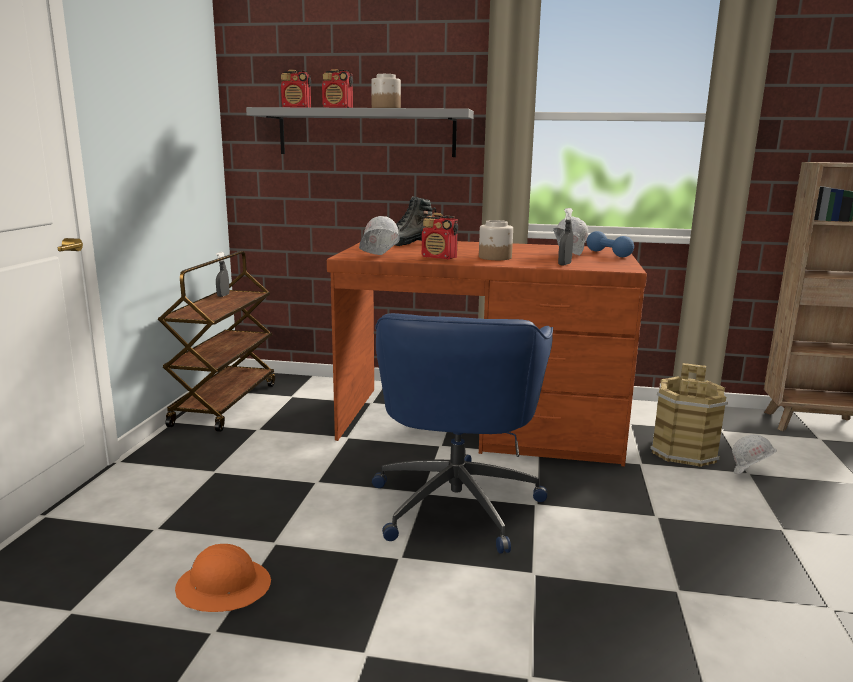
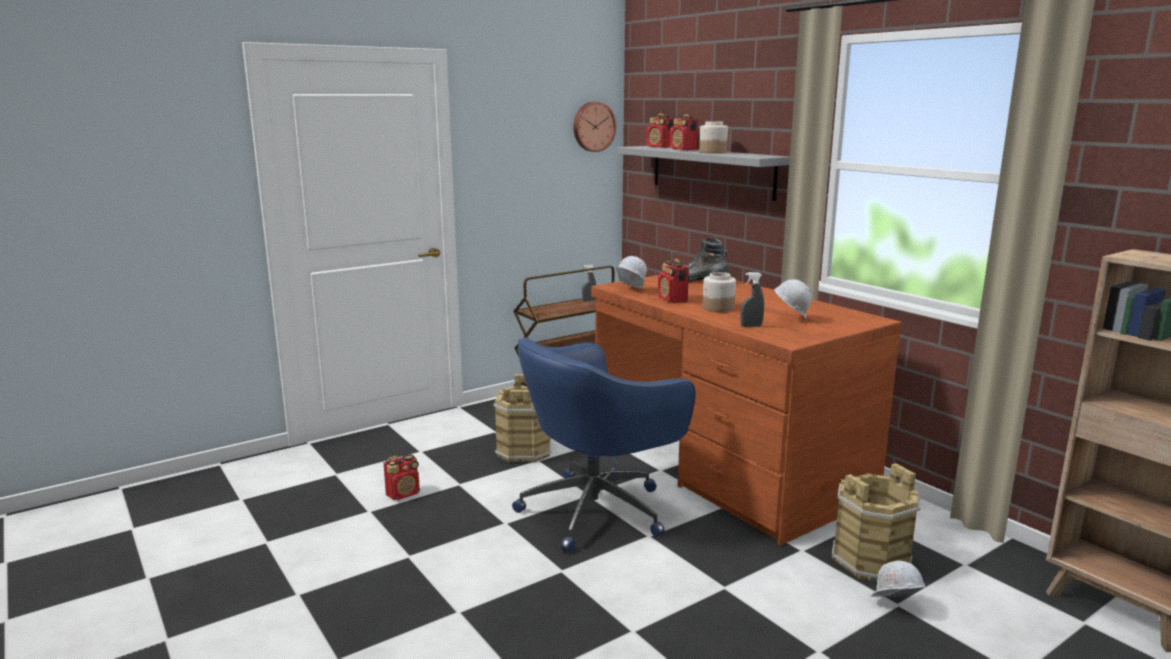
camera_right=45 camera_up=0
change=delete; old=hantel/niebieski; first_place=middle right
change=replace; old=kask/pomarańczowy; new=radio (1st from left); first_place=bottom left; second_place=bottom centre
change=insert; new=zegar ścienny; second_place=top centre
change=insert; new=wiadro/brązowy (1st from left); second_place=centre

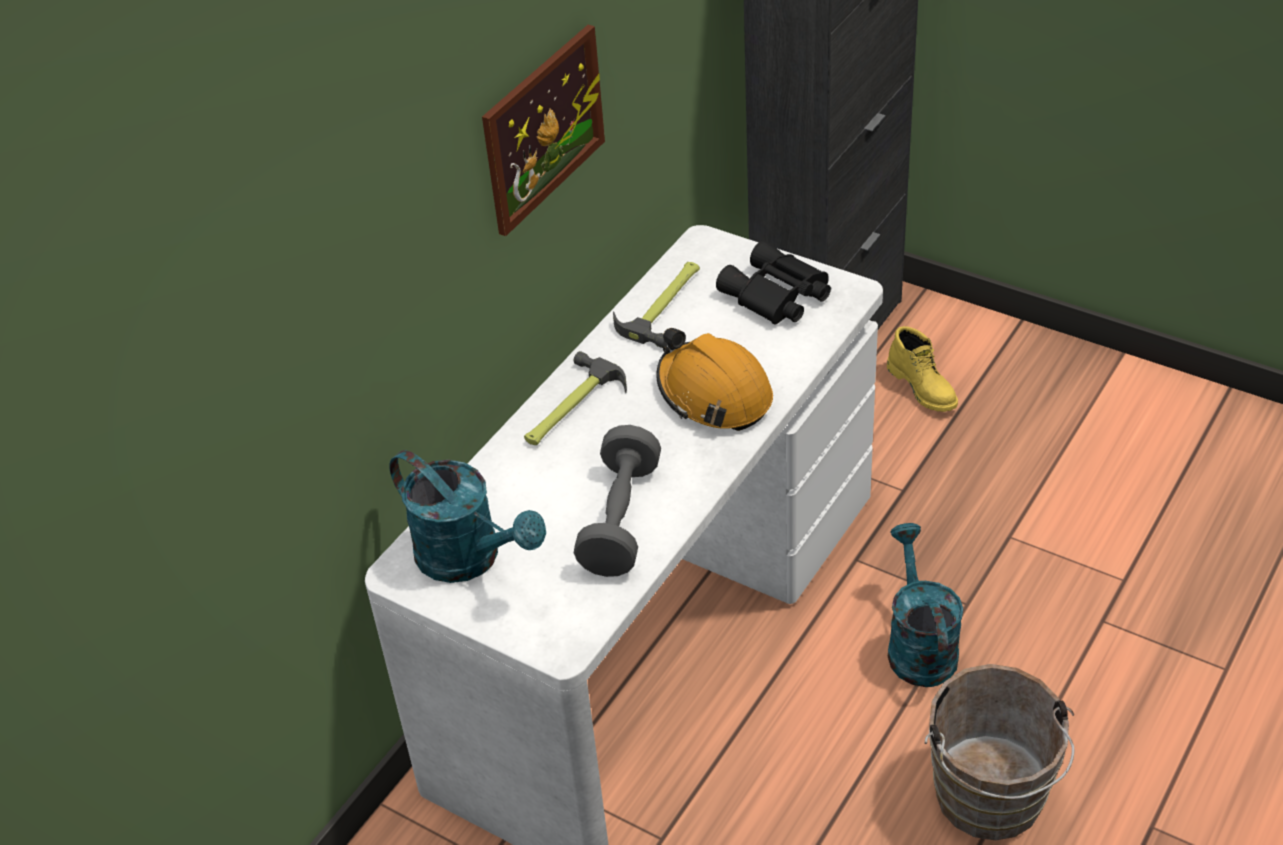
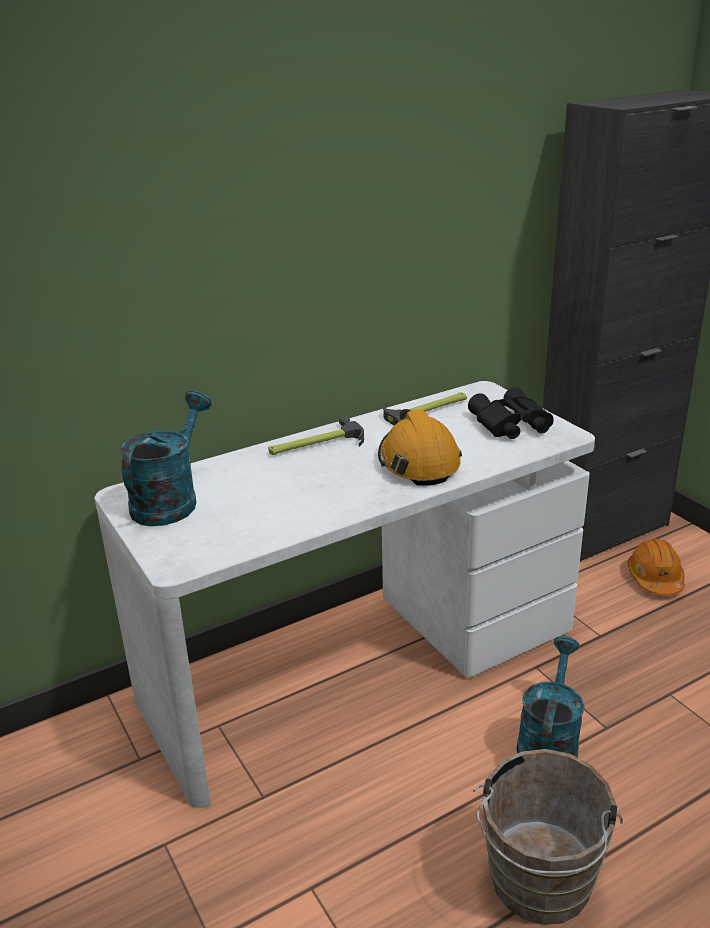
camera_right=25 camera_up=-15
change=delete; old=obraz; first_place=top centre
change=replace; old=but z cholewką/żółty; new=kask/pomarańczowy (2nd from left); first_place=middle right; second_place=middle right
change=delete; old=hantel/szary; first_place=centre
change=rotate; old=konewka/turkusowy (1st from left); first_place=centre; second_place=middle left; degrees=-135

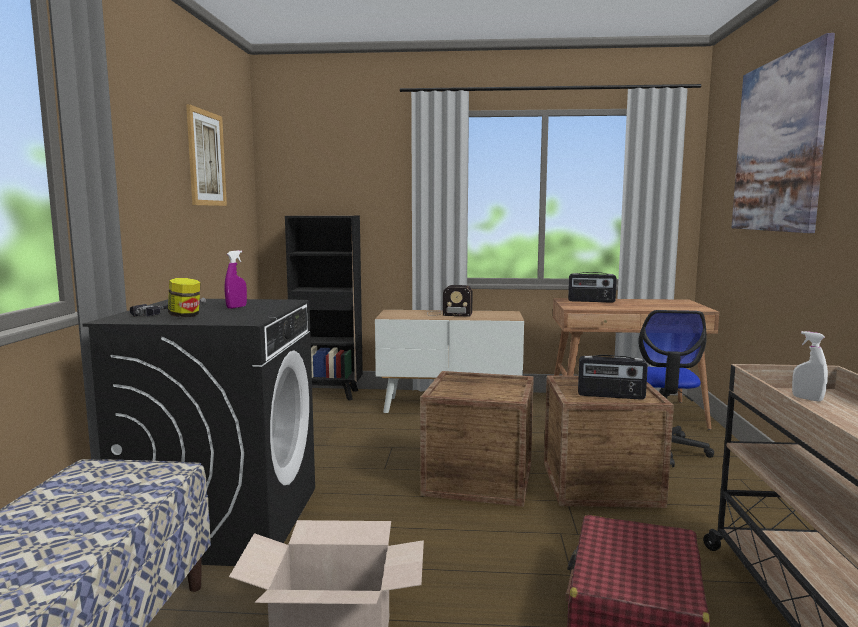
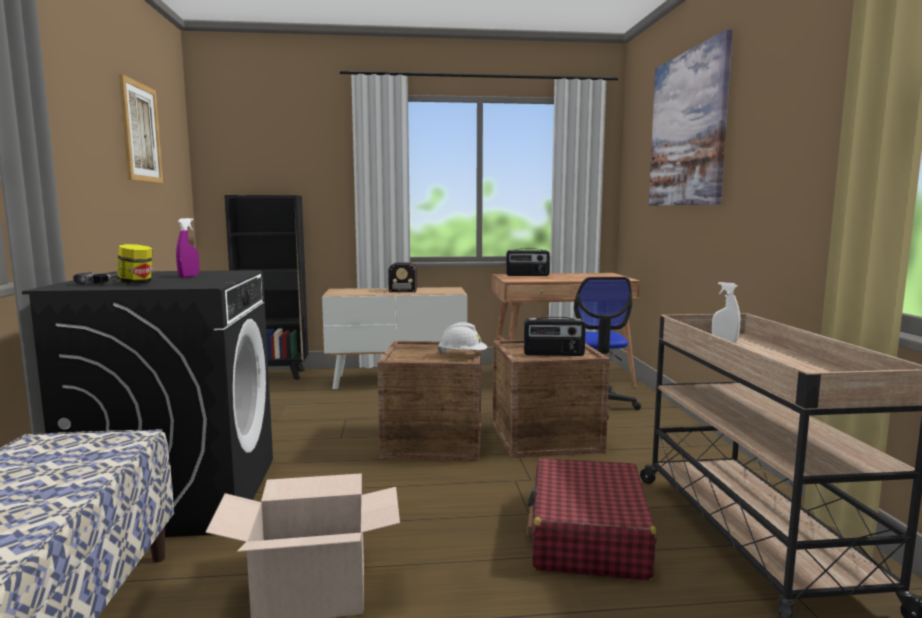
camera_right=-10 camera_up=0
change=insert; new=kask/biały; second_place=centre

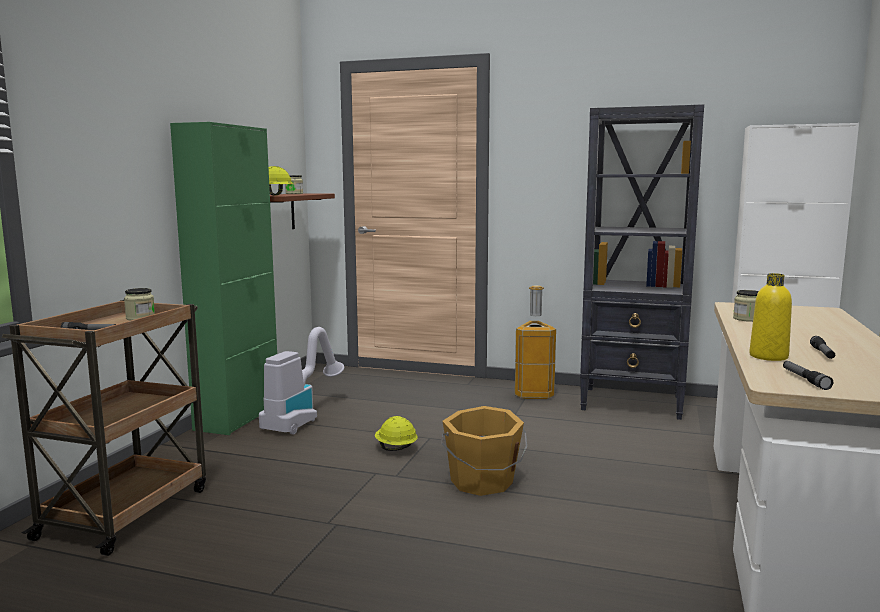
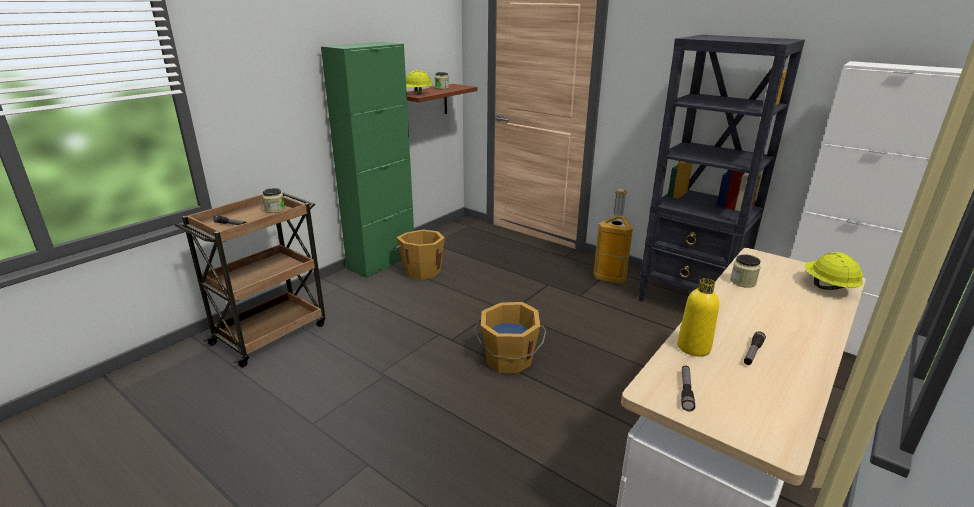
camera_right=20 camera_up=15
change=replace; old=odkurzacz; new=wiadro/pomarańczowy (1st from left); first_place=centre; second_place=centre
change=move; old=kask/żółty (2nd from left); first_place=bottom centre; second_place=middle right

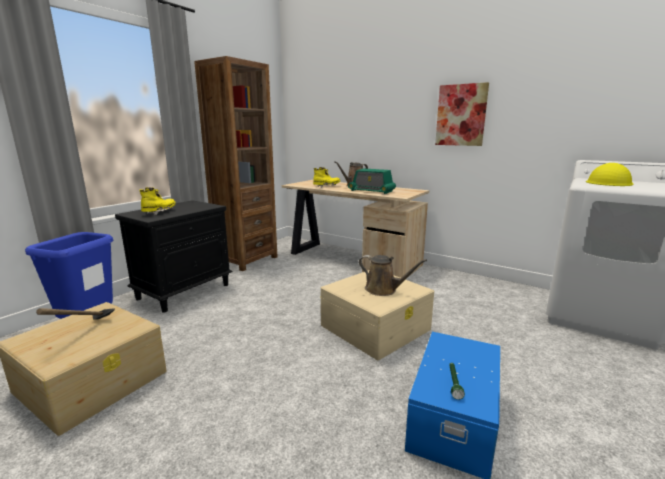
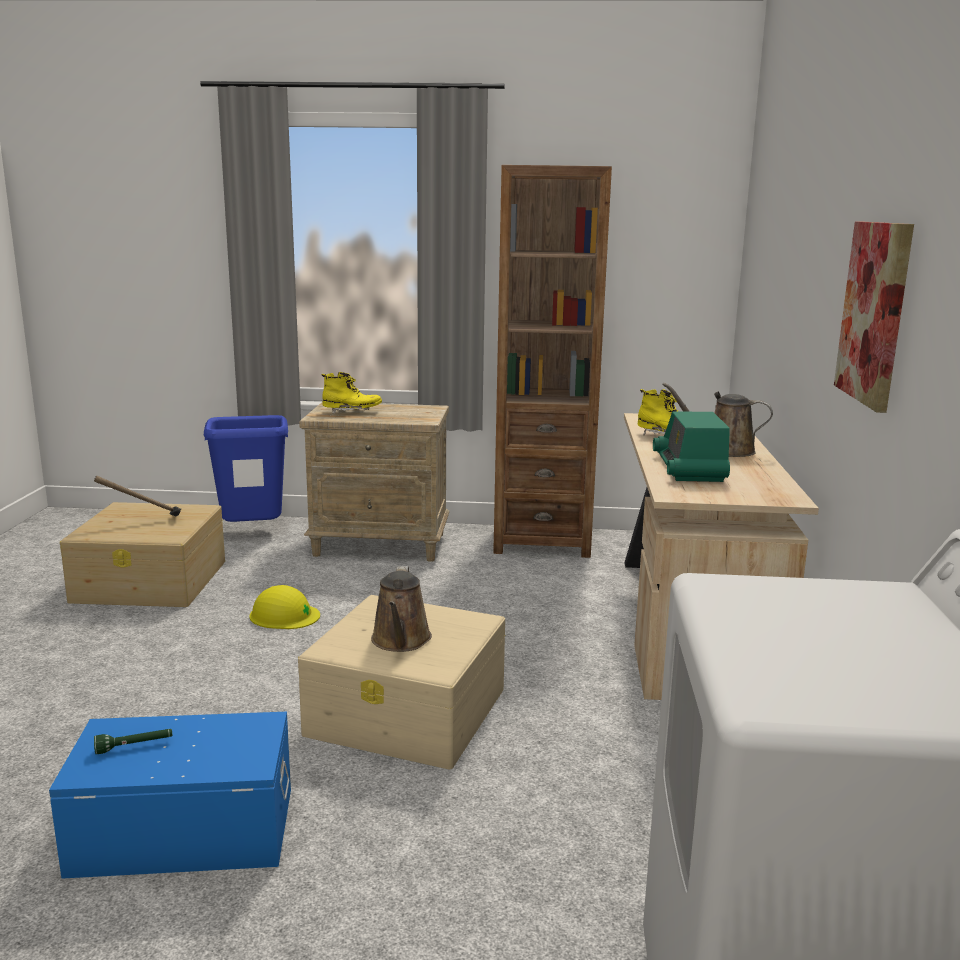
camera_right=60 camera_up=0
change=move; old=kask/żółty; first_place=middle right; second_place=middle left
change=recolor; old=szafka nocna/czarny; new=szafka nocna/beżowy; first_place=middle left; second_place=centre

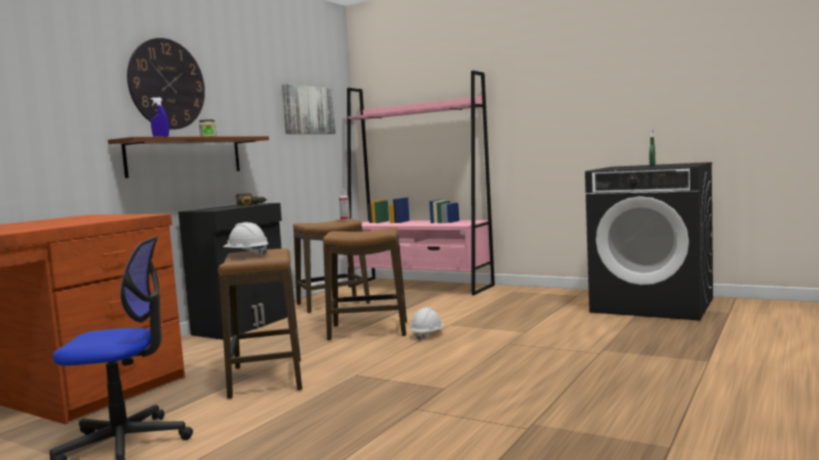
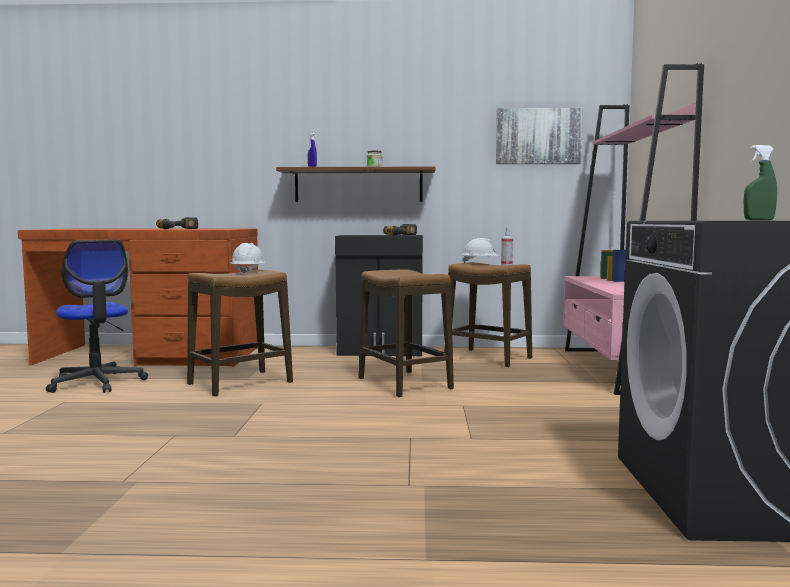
camera_right=60 camera_up=0
change=delete; old=zegar ścienny; first_place=top left
change=move; old=kask/biały (2nd from left); first_place=bottom centre; second_place=centre
change=insert; new=wiertarka (1st from left); second_place=middle left

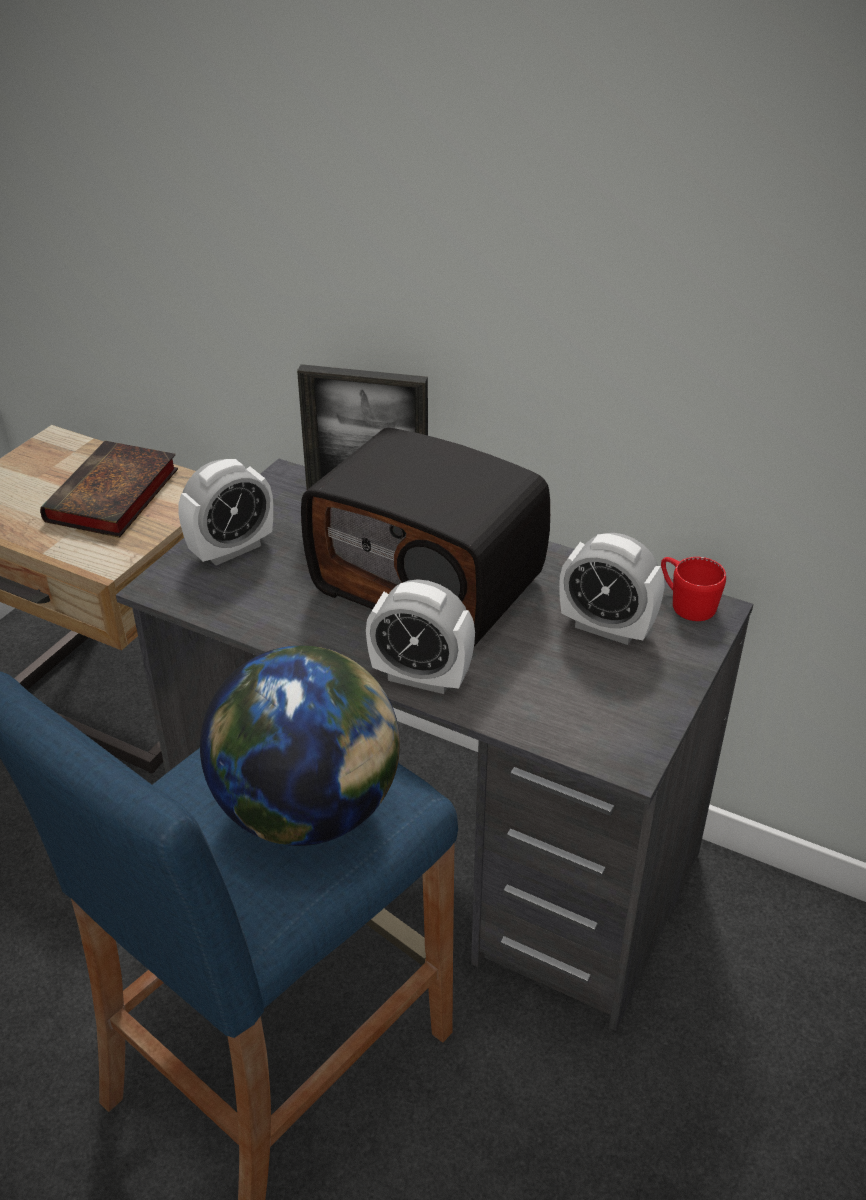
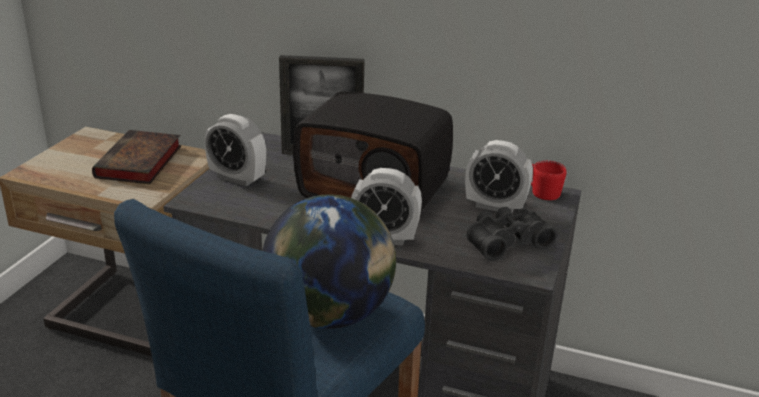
camera_right=-10 camera_up=-10
change=rotate; old=budzik (1st from left); first_place=middle left; second_place=middle left; degrees=75
change=insert; new=lornetka/czarny; second_place=middle right

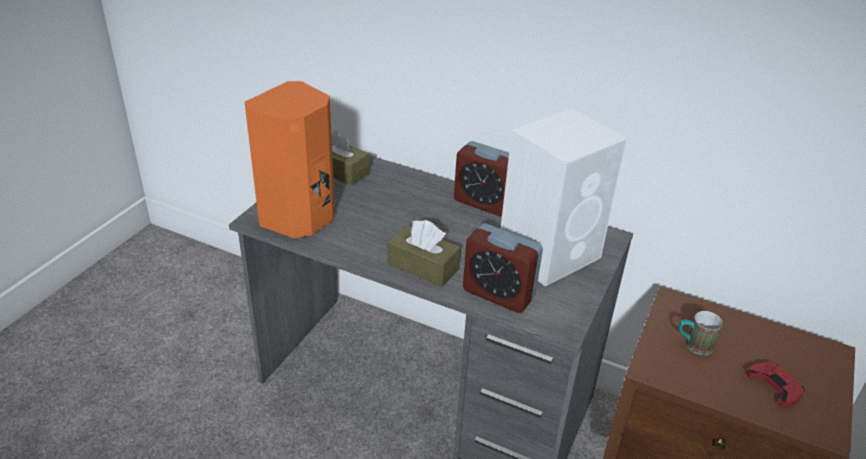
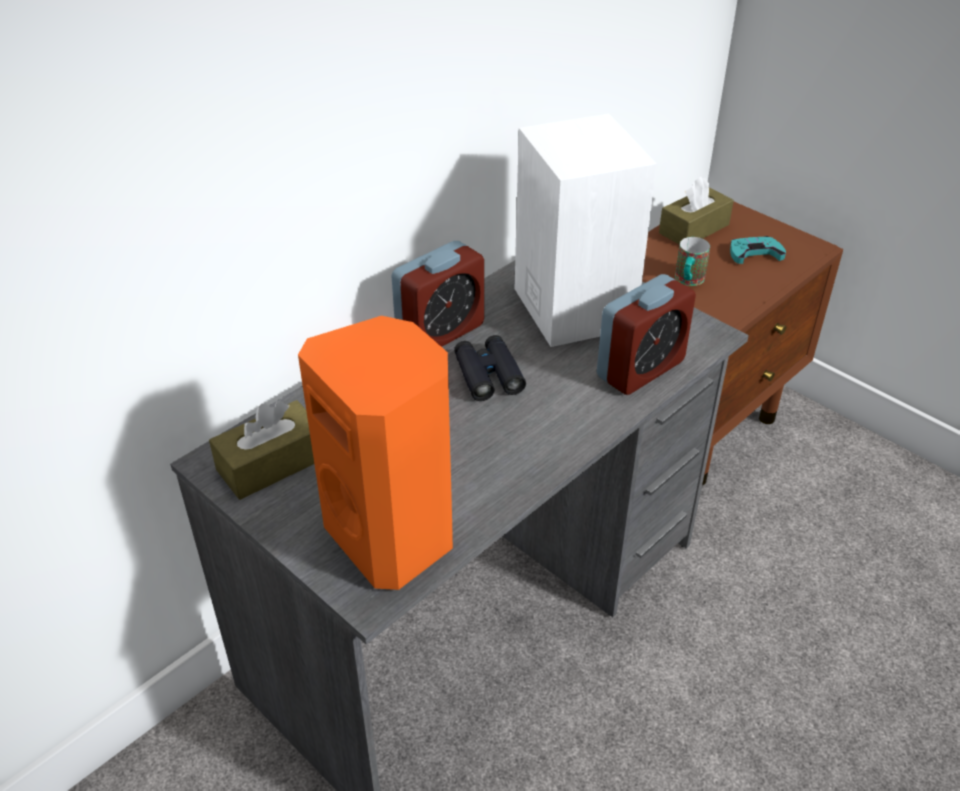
camera_right=-70 camera_up=5
change=move; old=pudełko chusteczek/brązowy (2nd from left); first_place=centre; second_place=top right
change=recolor; old=pad do gier/czerwony; new=pad do gier/turkusowy; first_place=bottom right; second_place=top right
change=insert; new=lornetka/czarny; second_place=centre

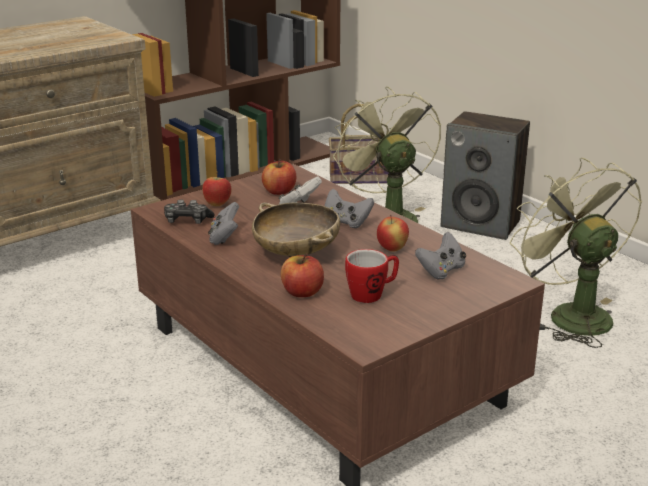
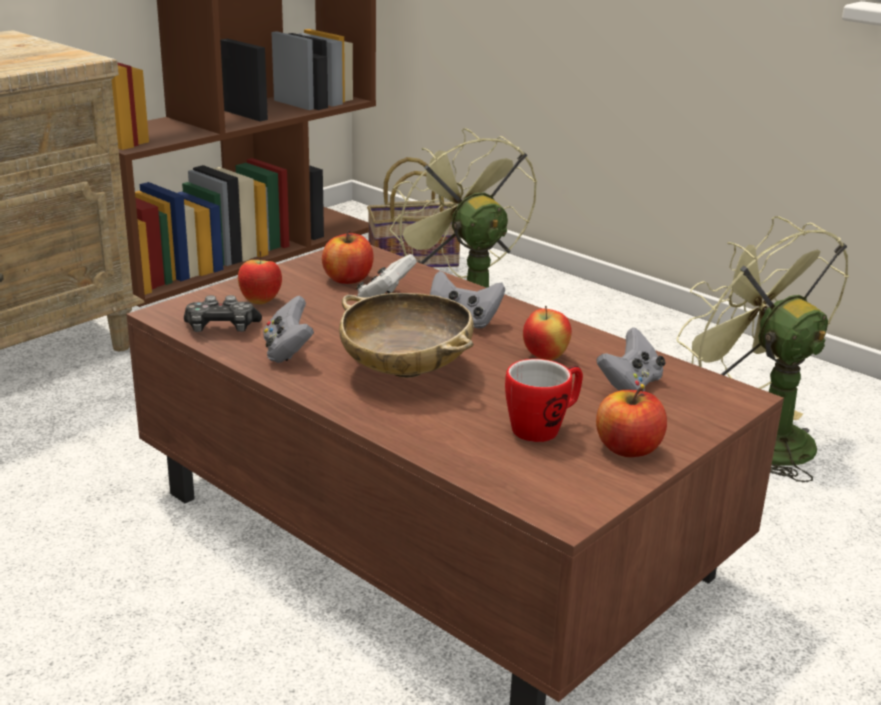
camera_right=-10 camera_up=0
change=delete; old=głośnik; first_place=middle right
change=move; old=jabłko (3rd from left in the first image); new=jabłko (4th from left); first_place=centre; second_place=middle right

